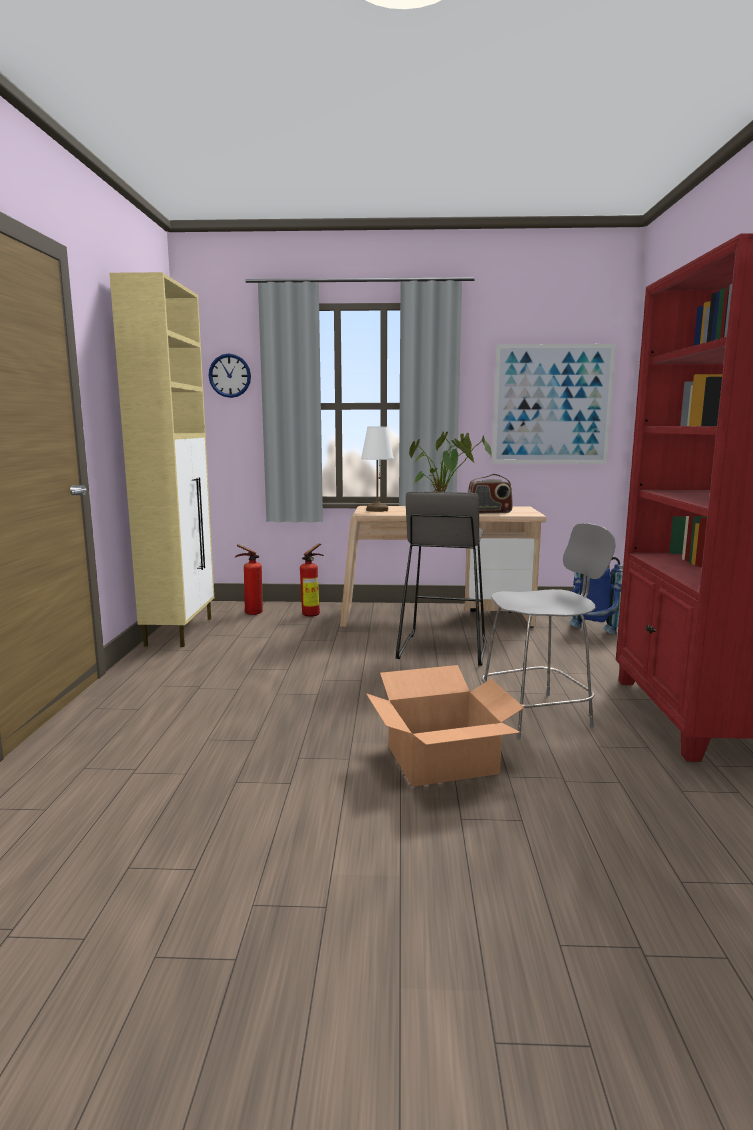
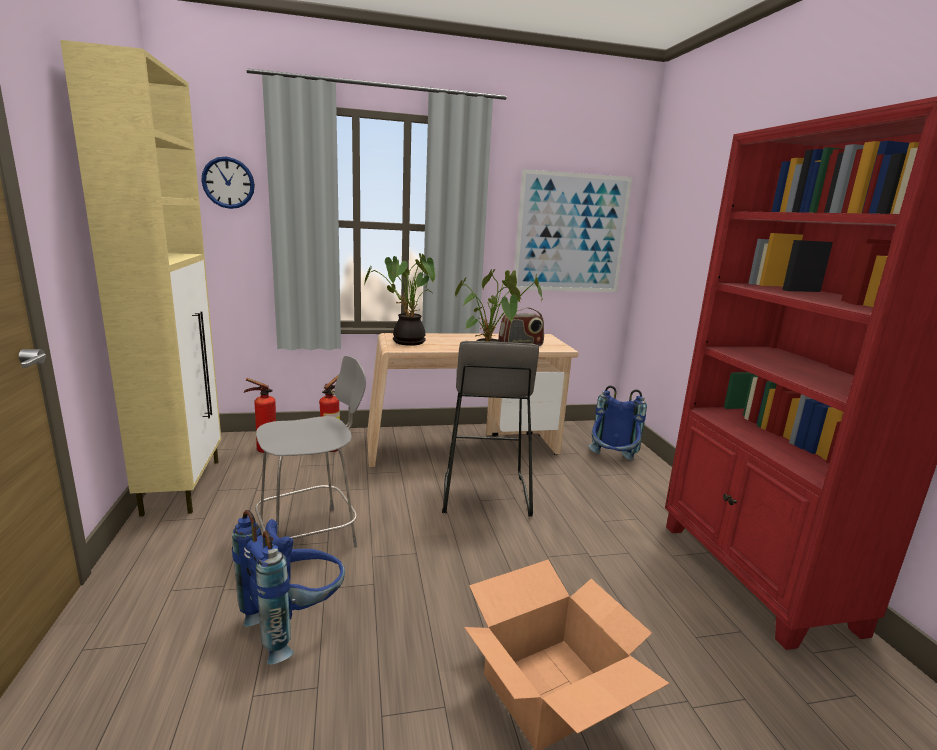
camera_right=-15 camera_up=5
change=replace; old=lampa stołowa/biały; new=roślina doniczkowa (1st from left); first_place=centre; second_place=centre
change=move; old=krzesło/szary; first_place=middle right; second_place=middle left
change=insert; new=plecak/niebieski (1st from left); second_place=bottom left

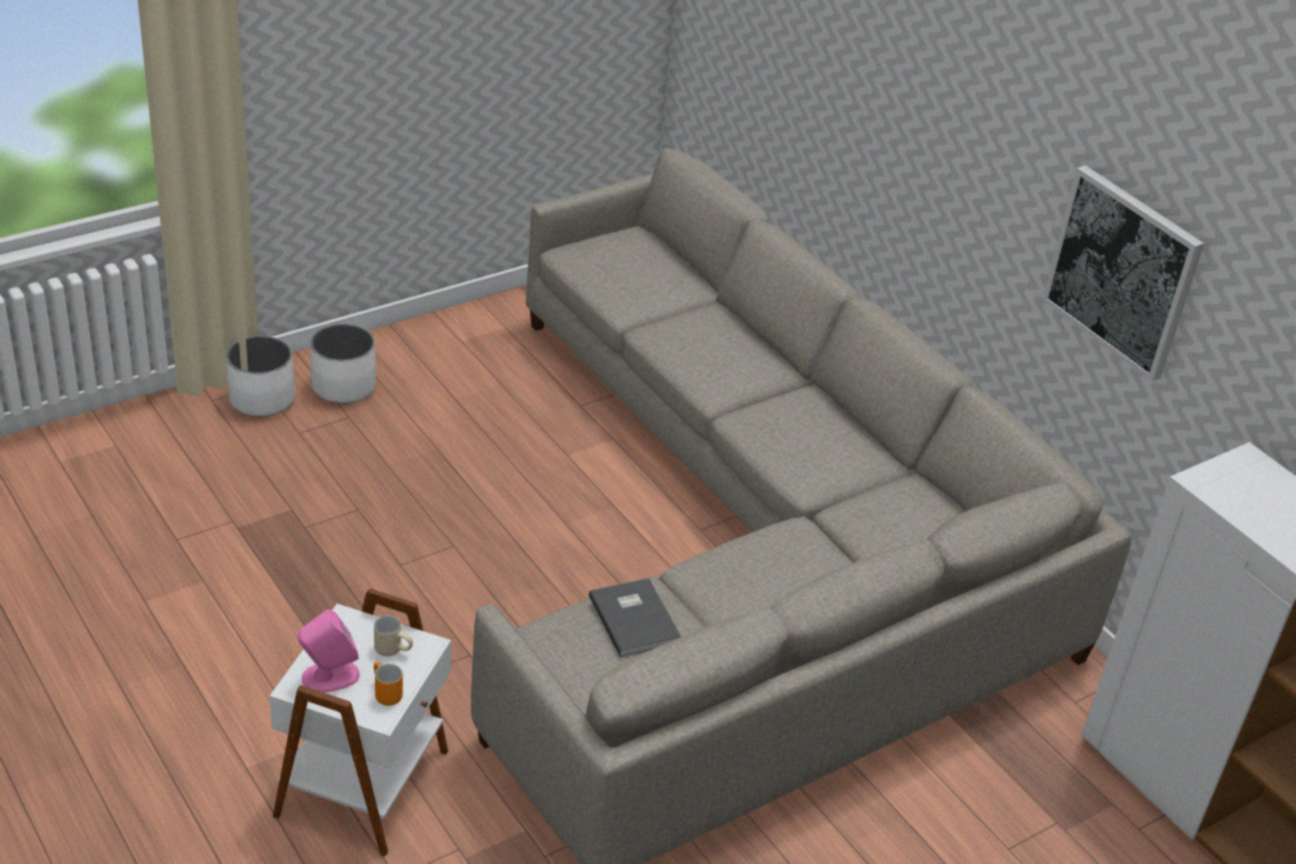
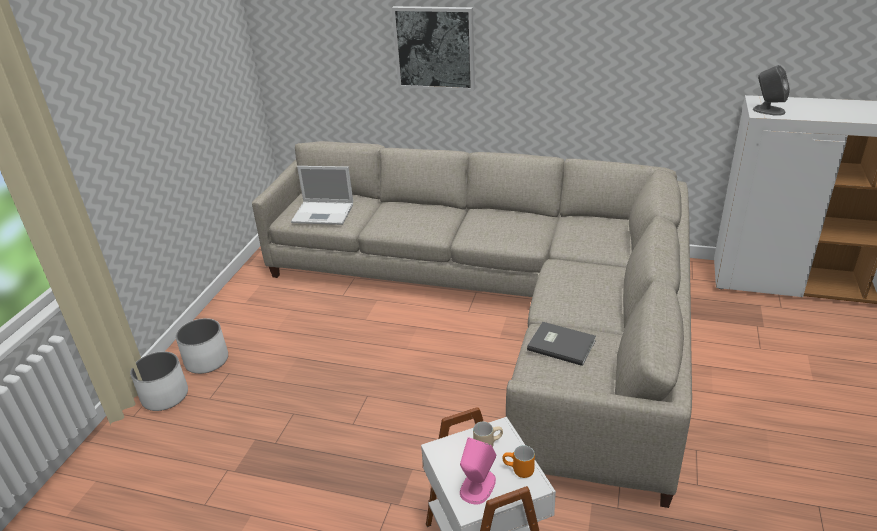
camera_right=-35 camera_up=-5
change=move; old=obraz; first_place=top right; second_place=top centre
change=insert; new=głośnik/szary; second_place=top right
change=insert; new=laptop; second_place=centre

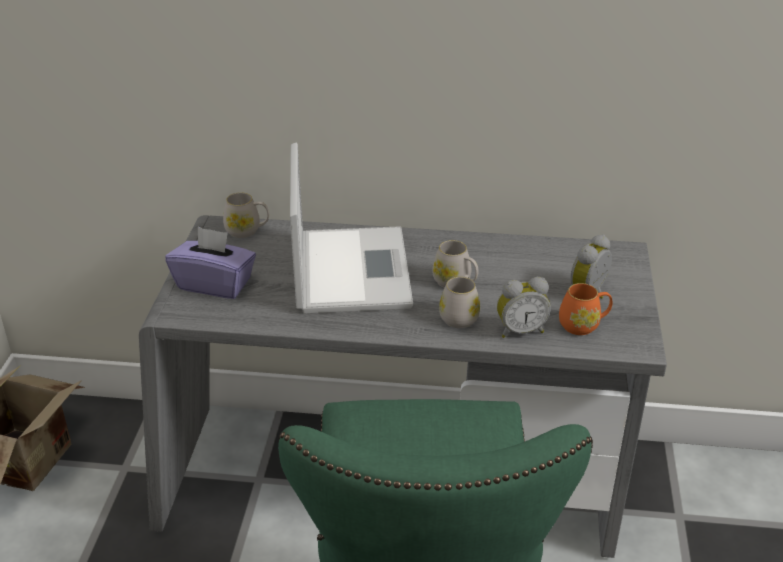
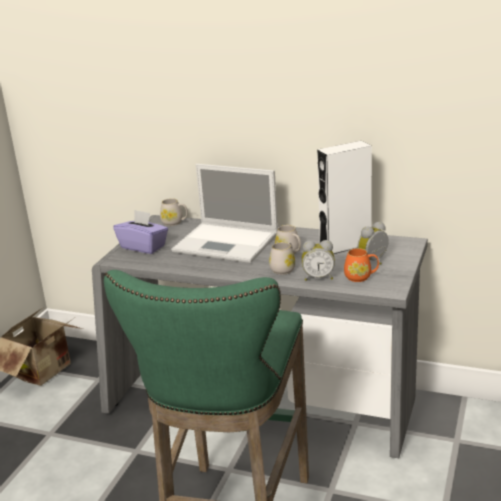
camera_right=15 camera_up=-10
change=rotate; old=laptop; first_place=centre; second_place=centre; degrees=105
change=insert; new=głośnik/biały; second_place=middle right

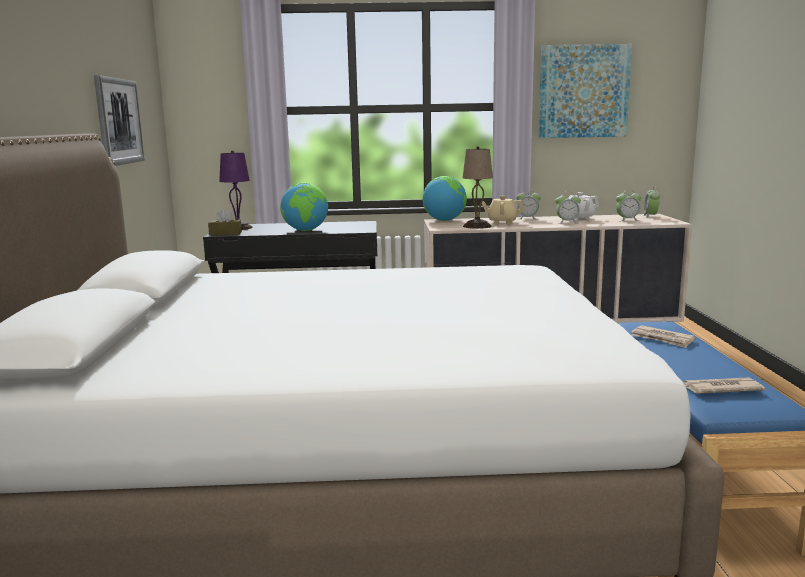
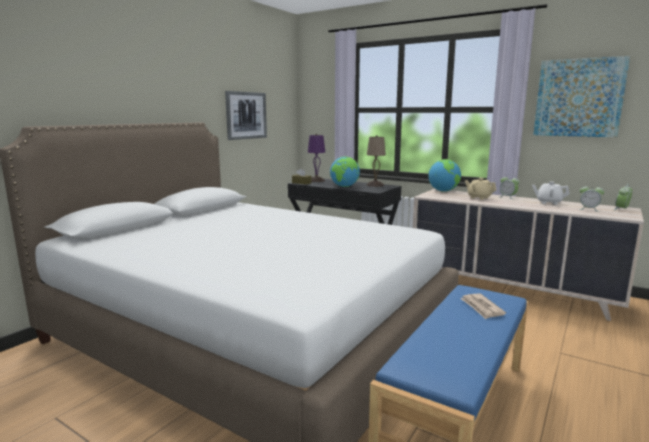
camera_right=35 camera_up=0
change=move; old=lampa stołowa/beżowy; first_place=top centre; second_place=centre
change=delete; old=budzik (2nd from left); first_place=middle right
change=delete; old=gazeta (2nd from left); first_place=bottom right

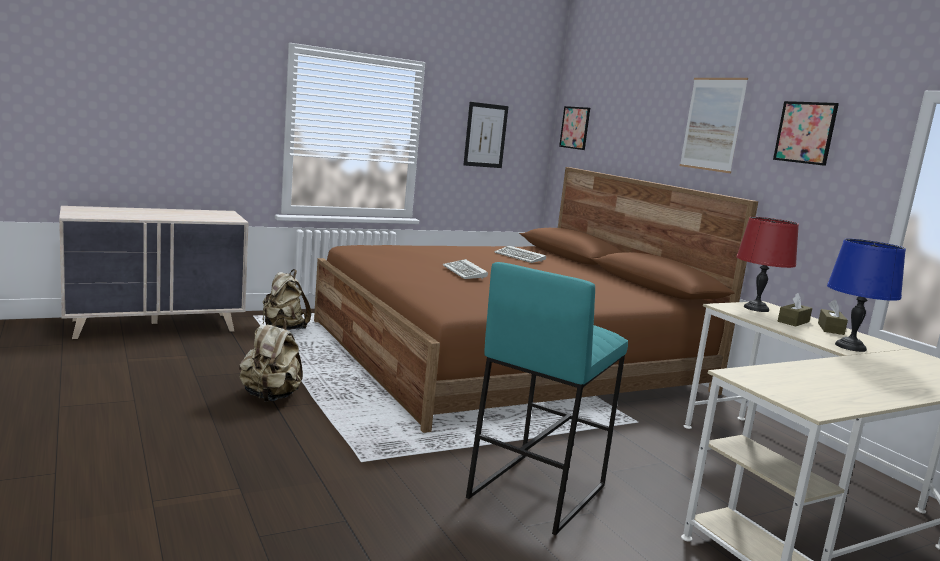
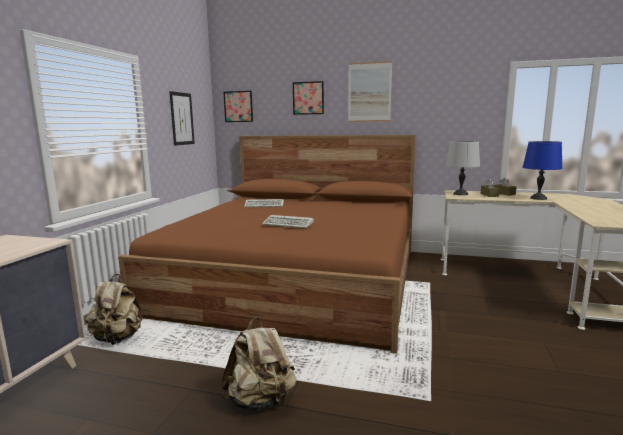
camera_right=-45 camera_up=0
change=move; old=obraz (4th from left in the first image); new=obraz (3rd from left); first_place=top right; second_place=top centre
change=recolor; old=lampa stołowa/czerwony; new=lampa stołowa/szary; first_place=middle right; second_place=middle right
change=delete; old=stołek/turkusowy; first_place=bottom centre

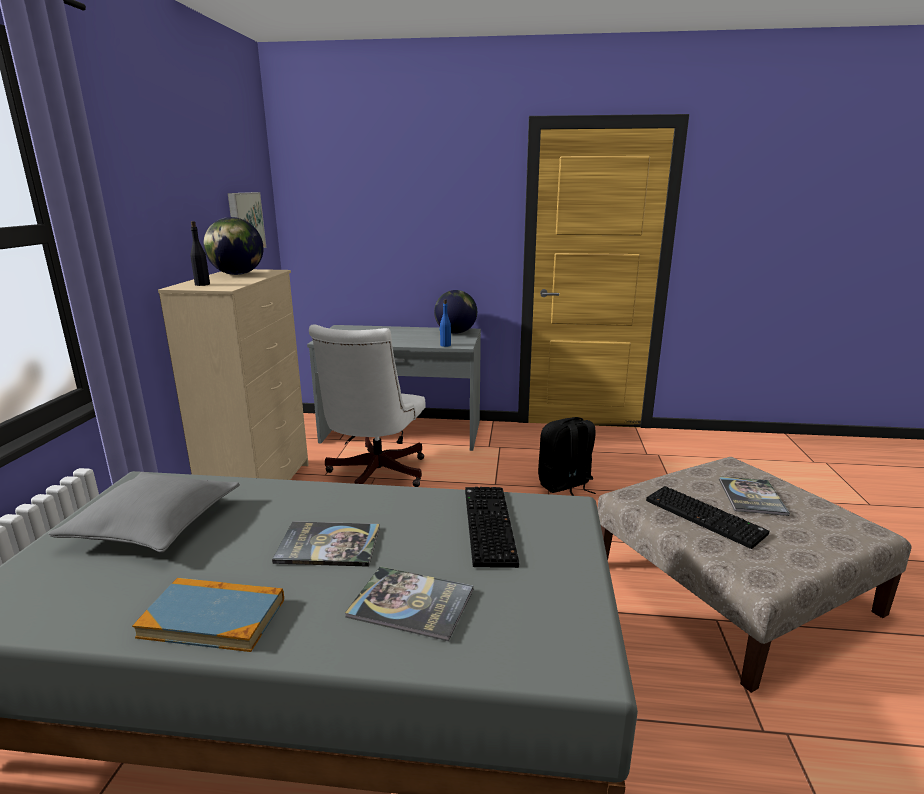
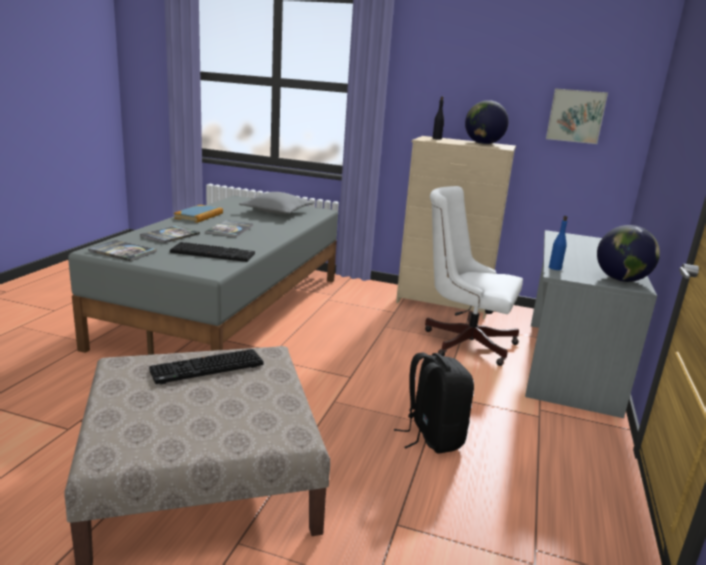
camera_right=100 camera_up=0
change=move; old=książka (4th from left in the first image); new=książka (1st from left); first_place=middle right; second_place=middle left

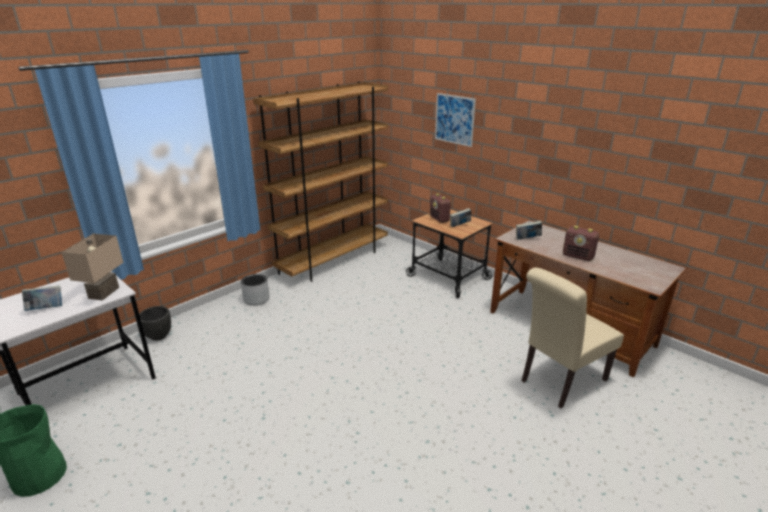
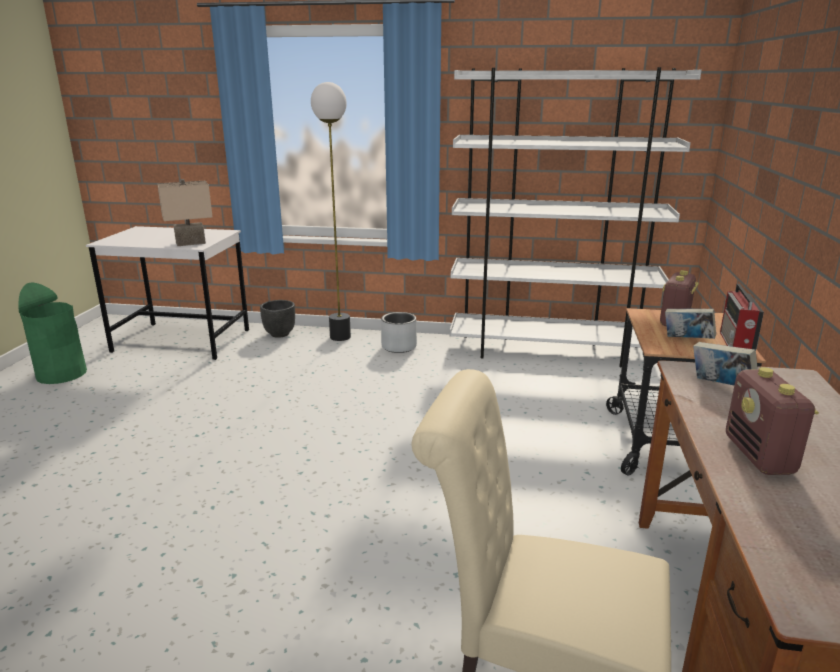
camera_right=55 camera_up=-5
change=recolor; old=regał/brązowy; new=regał/biały; first_place=centre; second_place=top right
change=delete; old=obraz; first_place=top centre
change=delete; old=książka (1st from left); first_place=middle left
change=insert; new=lampa stojąca; second_place=top centre
change=insert; new=radio (2nd from left); second_place=middle right

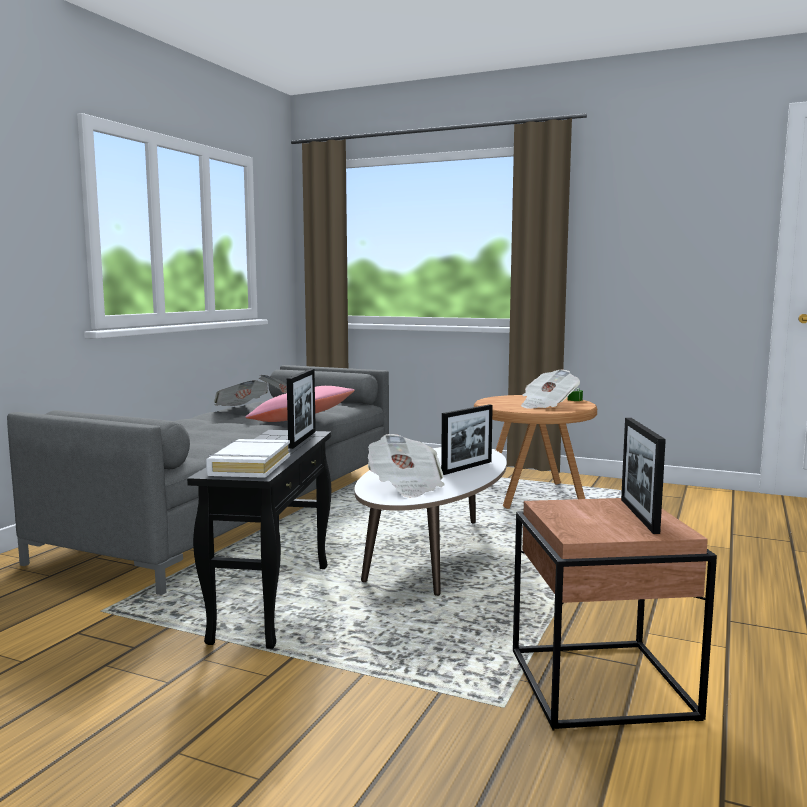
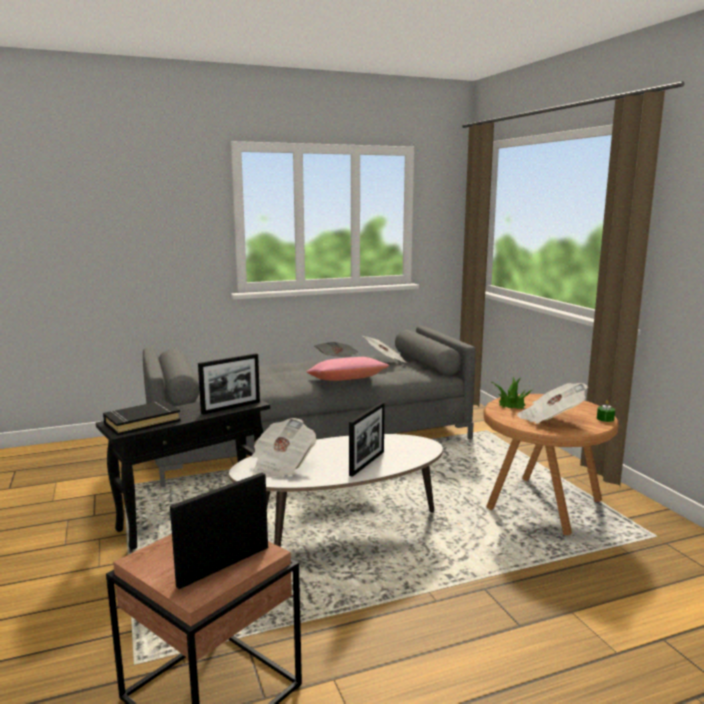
camera_right=45 camera_up=5
change=rotate; old=ramka na zdjęcie (2nd from left in the first image); first_place=centre; second_place=centre; degrees=-60
change=recolor; old=książka/biały; new=książka/czarny; first_place=middle left; second_place=middle left
change=insert; new=roślina doniczkowa; second_place=middle right

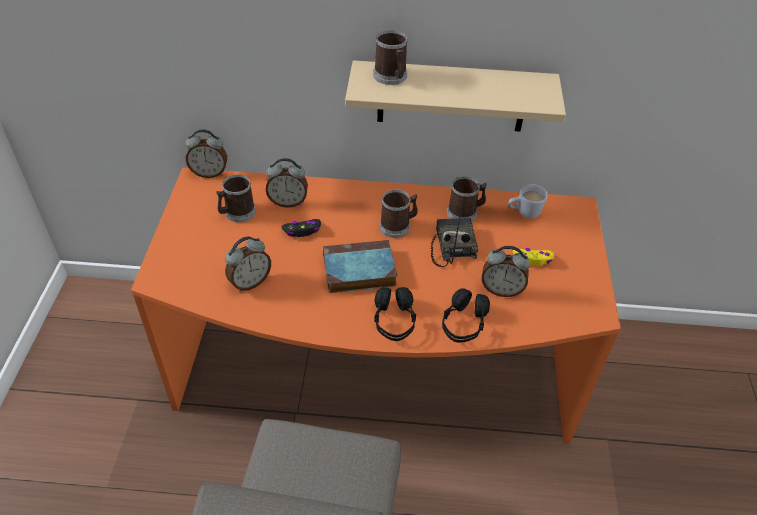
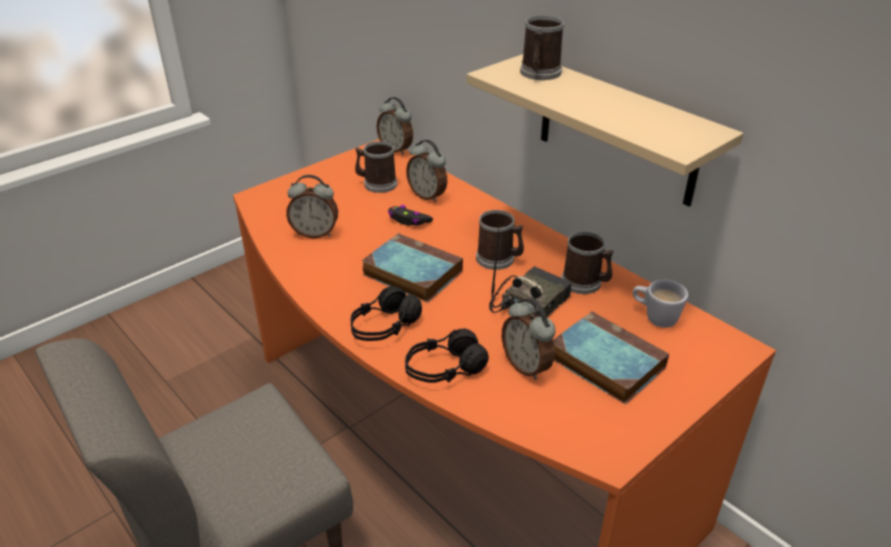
camera_right=45 camera_up=-10
change=replace; old=pad do gier/żółty; new=książka (2nd from left); first_place=middle right; second_place=middle right

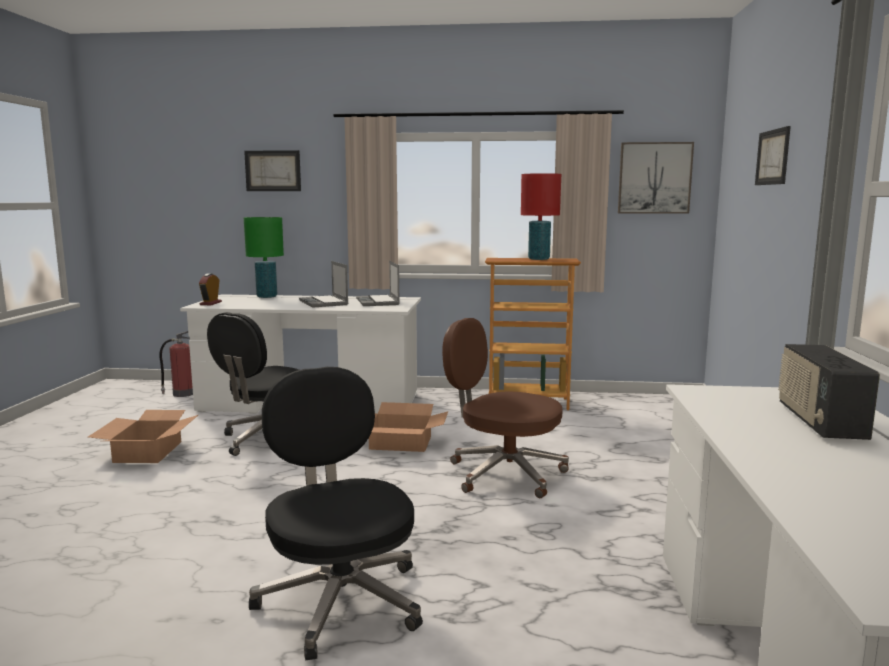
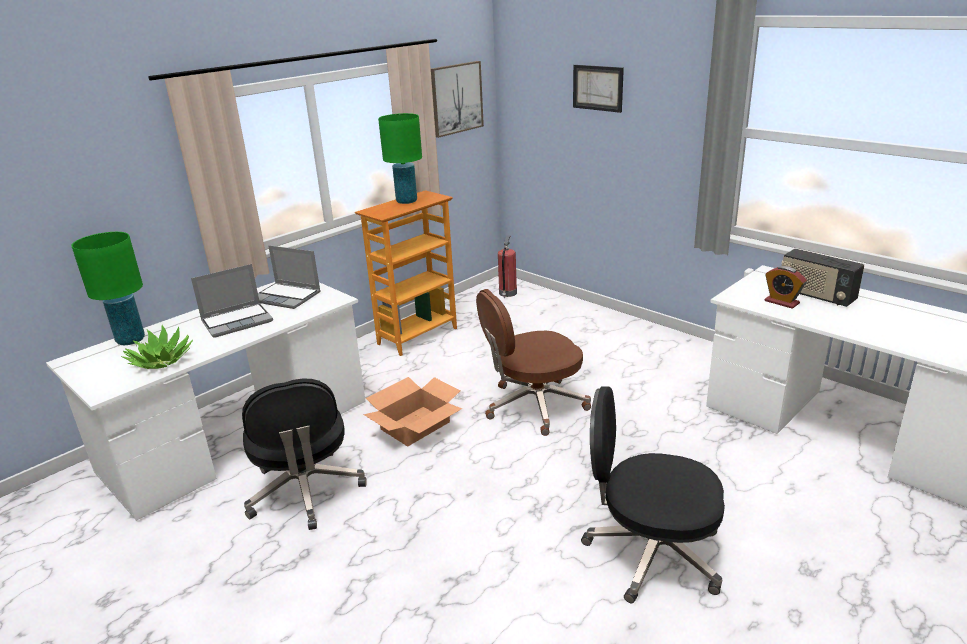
camera_right=-50 camera_up=15
change=delete; old=obraz (1st from left); first_place=top left
change=recolor; old=lampa stołowa/czerwony; new=lampa stołowa/zielony (2nd from left); first_place=top centre; second_place=top centre
change=rotate; old=laptop (1st from left); first_place=centre; second_place=middle left; degrees=-45
change=move; old=budzik; first_place=middle left; second_place=middle right
change=move; old=gaśnica; first_place=middle left; second_place=centre
change=delete; old=karton (1st from left); first_place=middle left
change=insert; new=roślina doniczkowa; second_place=middle left

